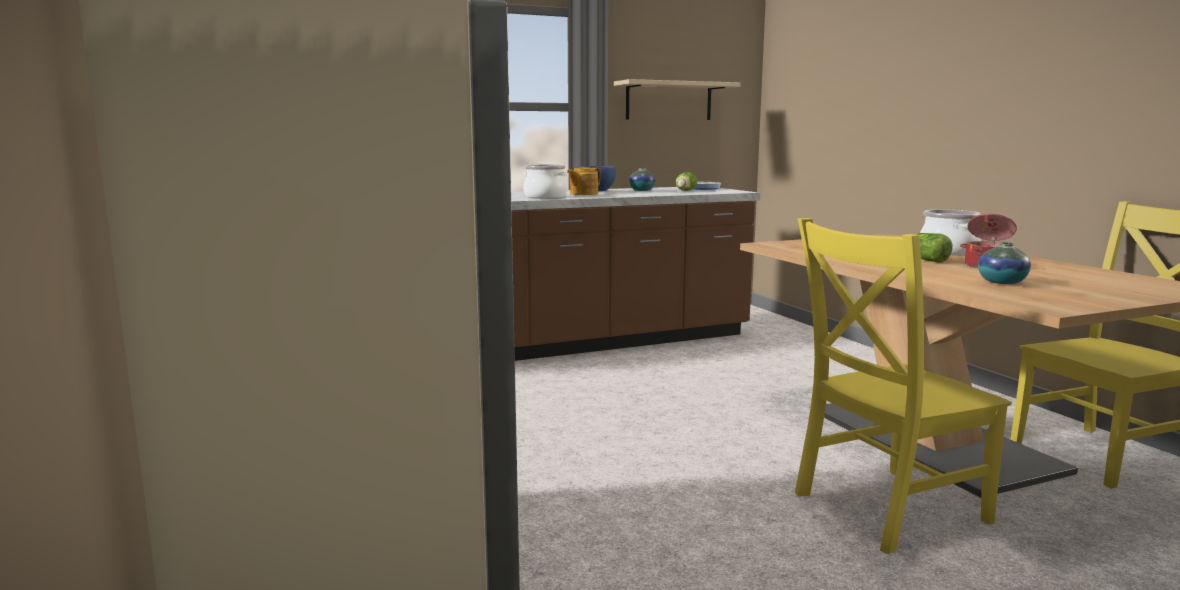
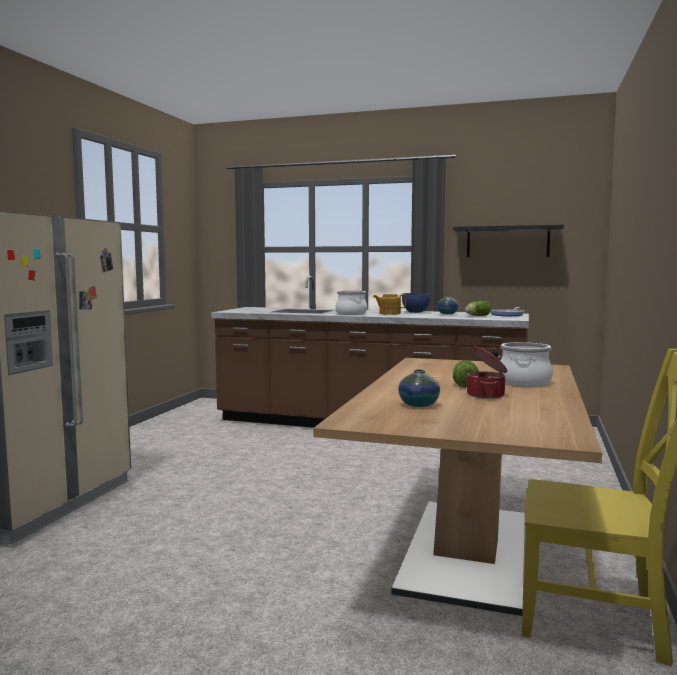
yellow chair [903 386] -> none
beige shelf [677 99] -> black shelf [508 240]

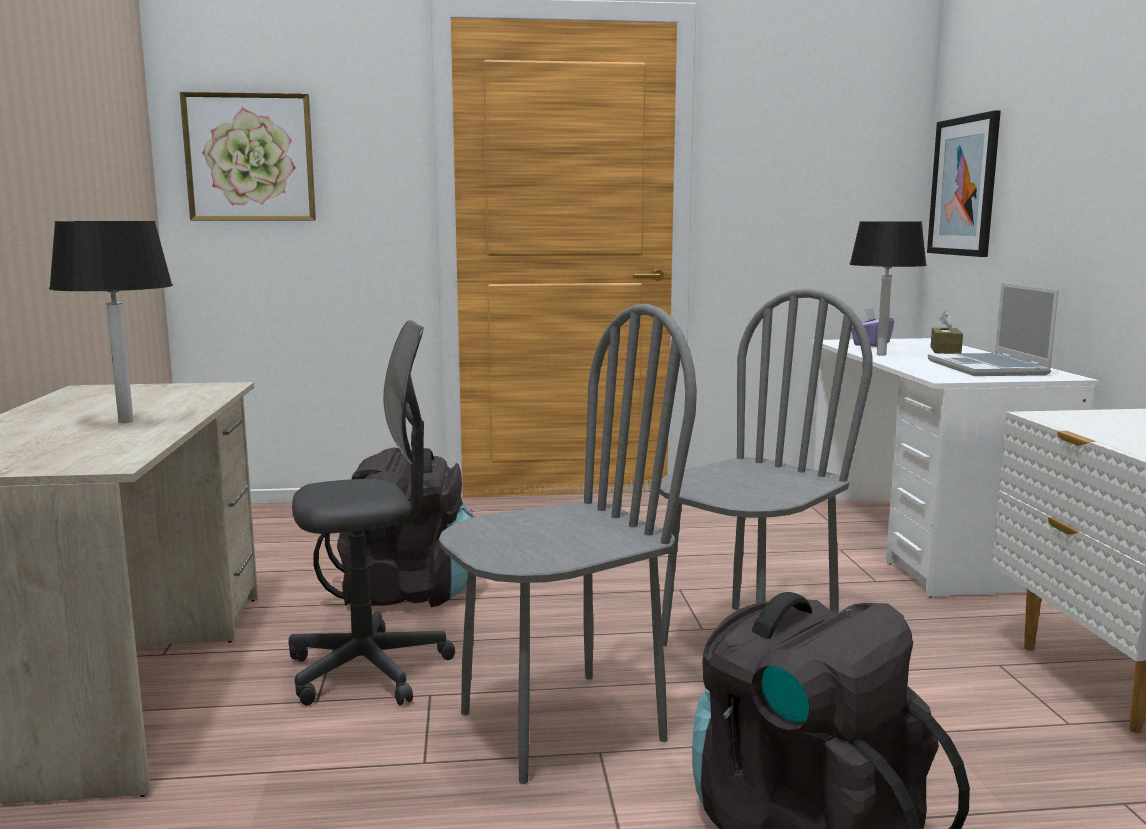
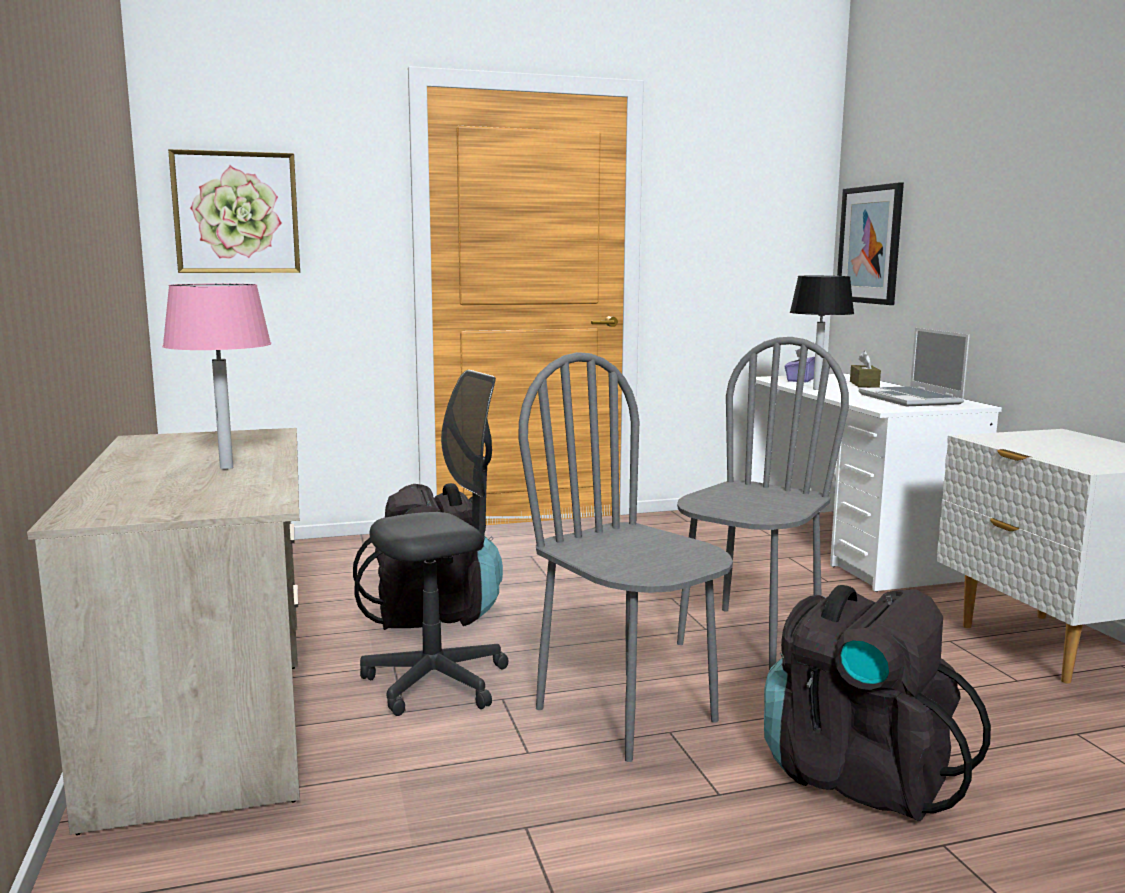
black table lamp [111 322] -> pink table lamp [216 376]
grey chair [568 544] -> grey chair [625 557], 90 degrees counterclockwise

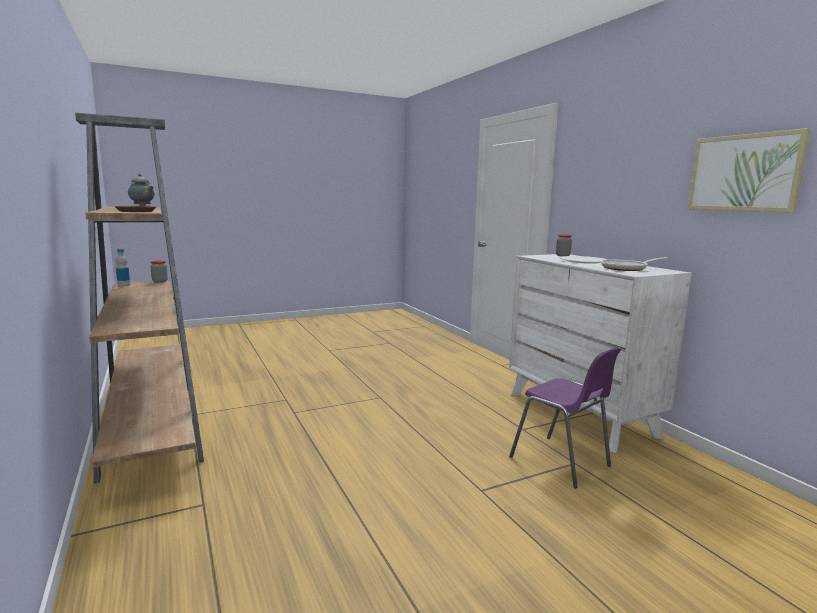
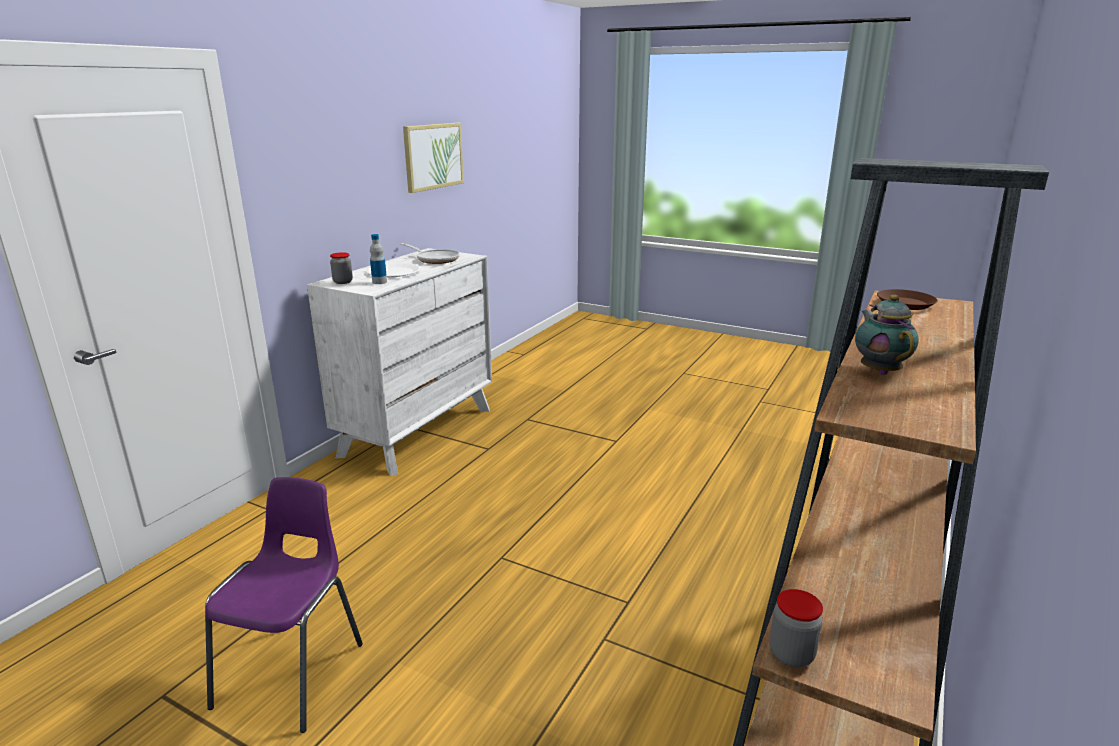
bottle [123 268] -> bottle [378 259], relocated
purple chair [565 417] -> purple chair [284 605], relocated

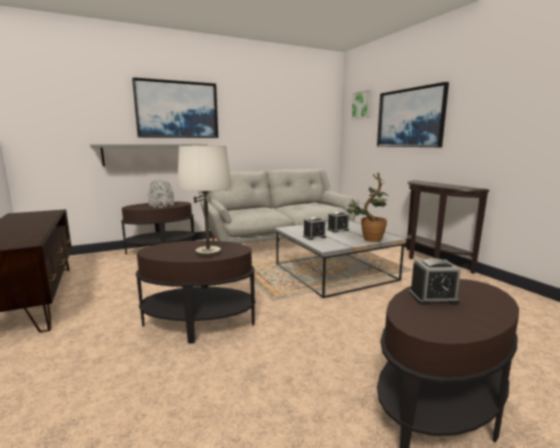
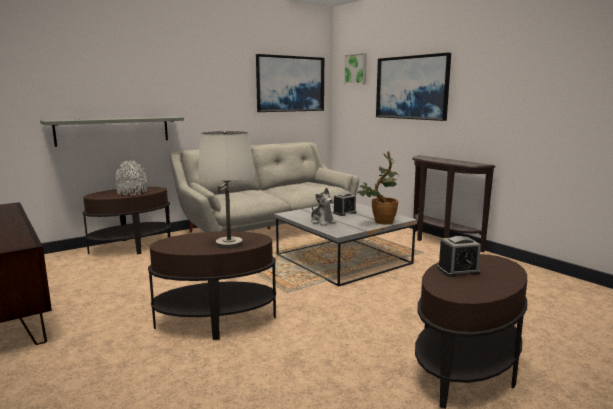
picture [175 107] -> picture [290 83], relocated
alarm clock [314 228] -> plush toy [323 207]

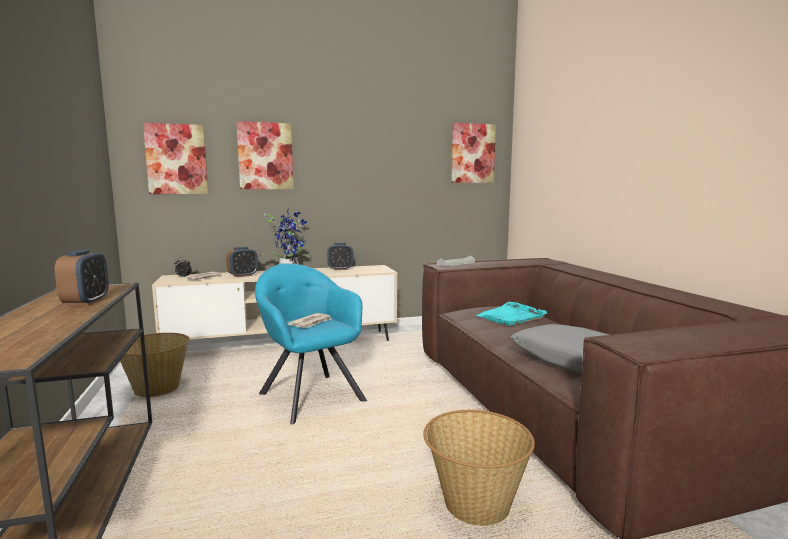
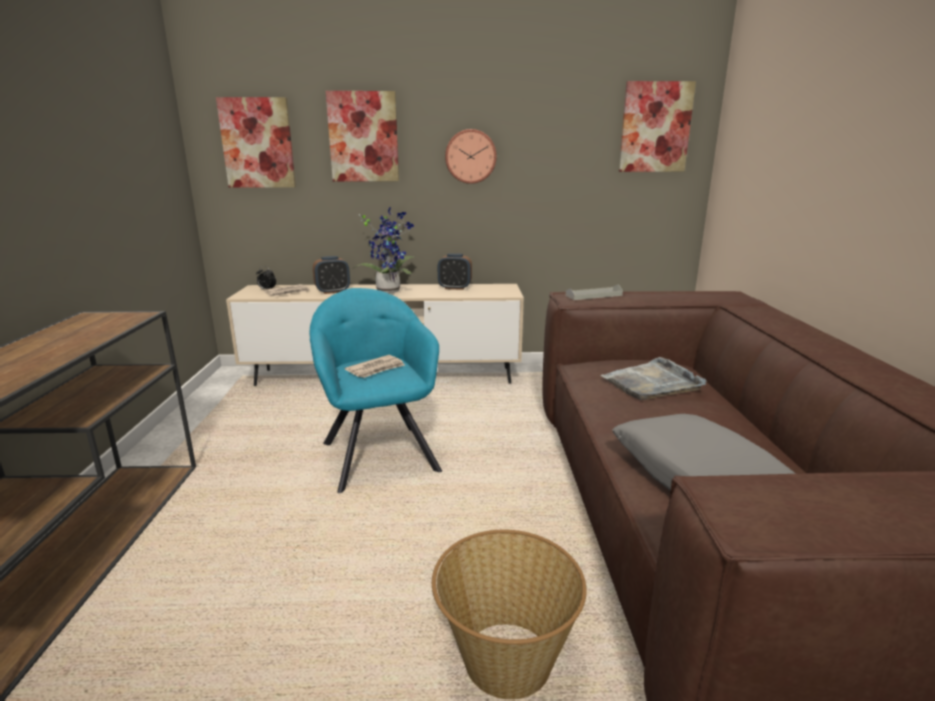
alarm clock [82 277] -> none
basket [155 365] -> none
none -> wall clock [471 156]
turquoise tray [511 314] -> grey tray [653 378]

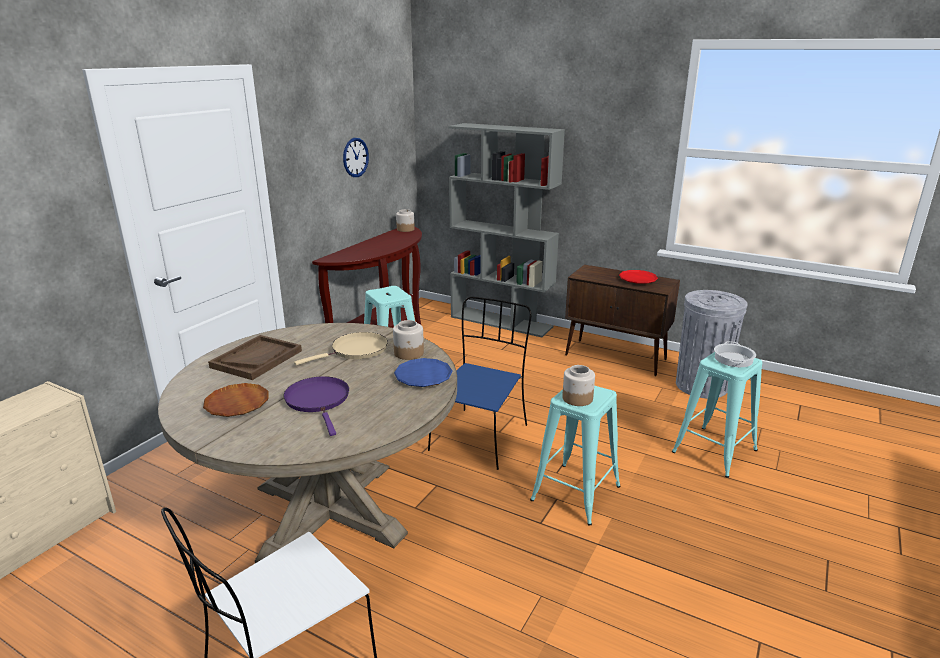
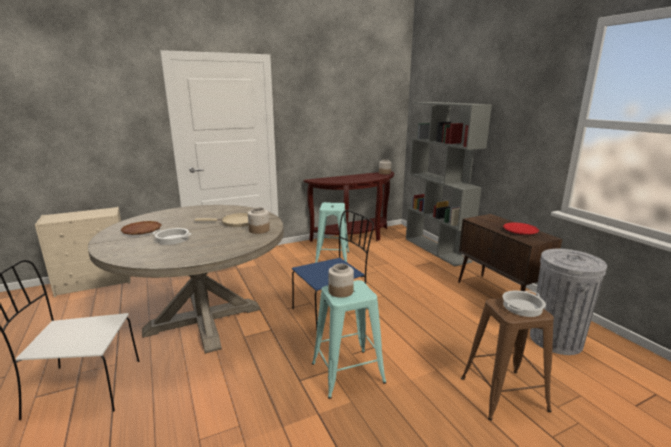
brown tray [255 357] -> none
wall clock [356 157] -> none
blue plate [423 372] -> none
purple frying pan [316 406] -> cooking pot [172 236]
turquoise stool [717 415] -> brown stool [507 359]

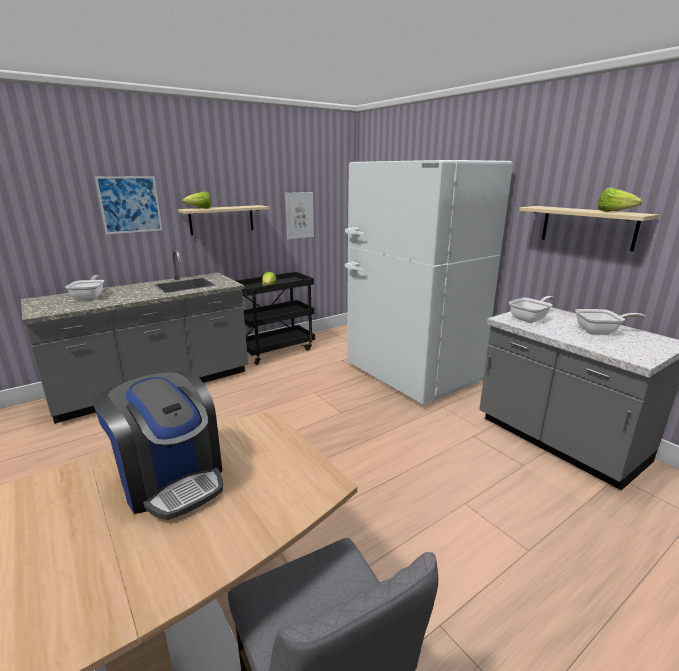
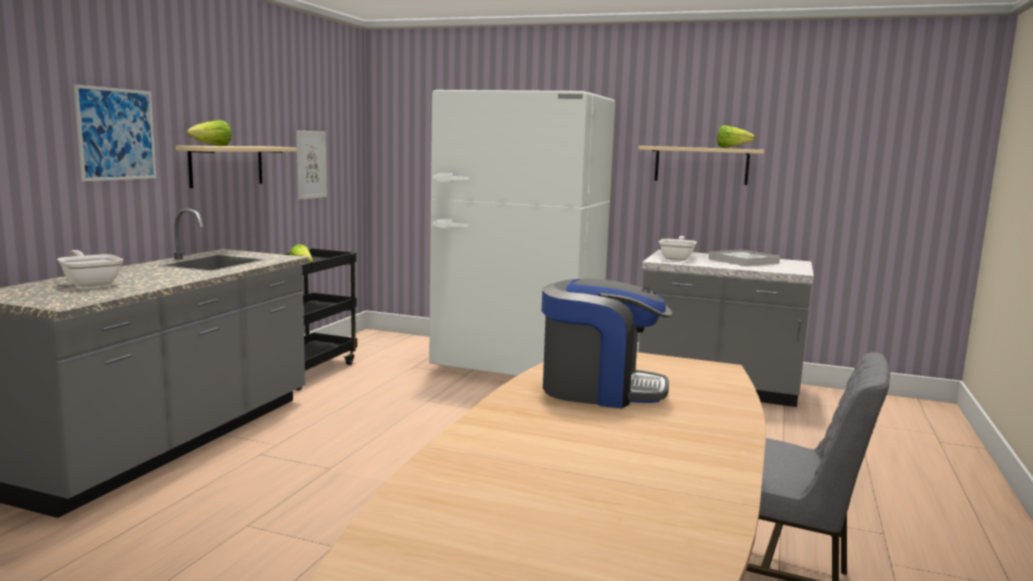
frying pan [610 322] -> white tray [744 257]

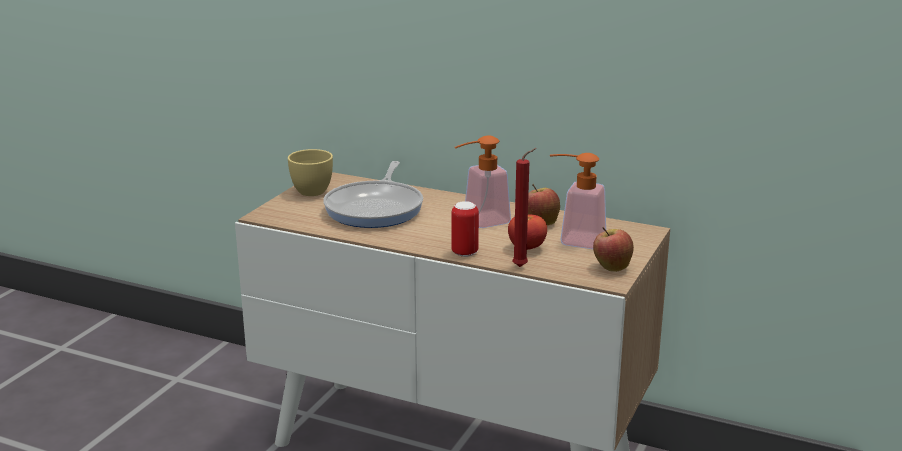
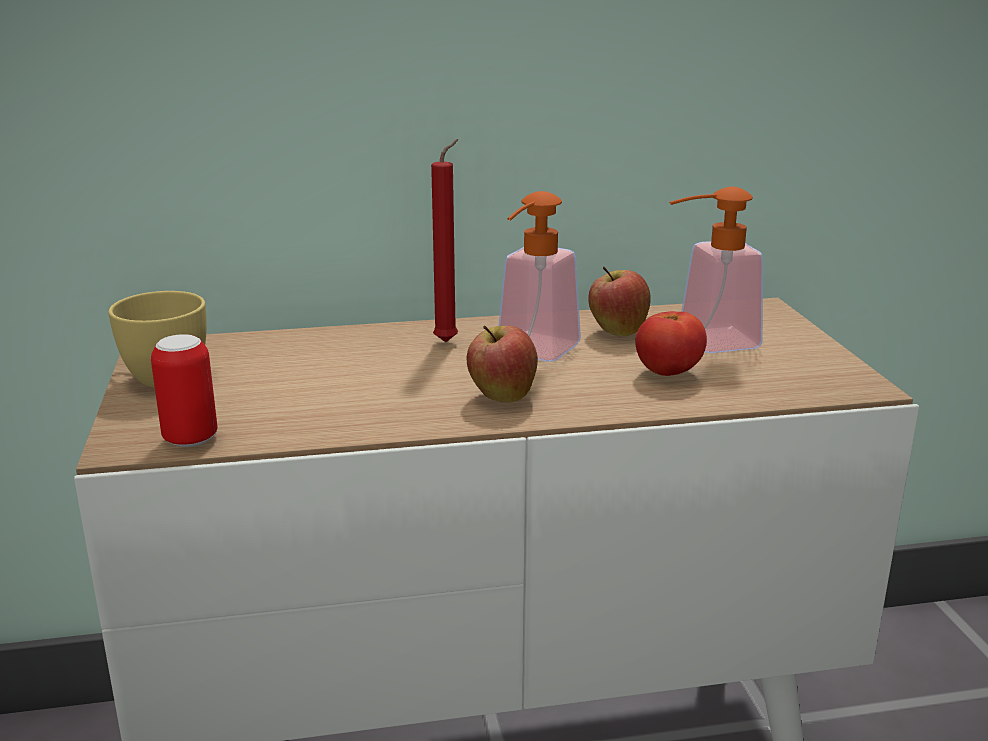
frying pan [373 194] -> none
can [465 229] -> can [184 390], relocated
red candle [524 207] -> red candle [444 240], relocated
apple [613 249] -> apple [502 364], relocated

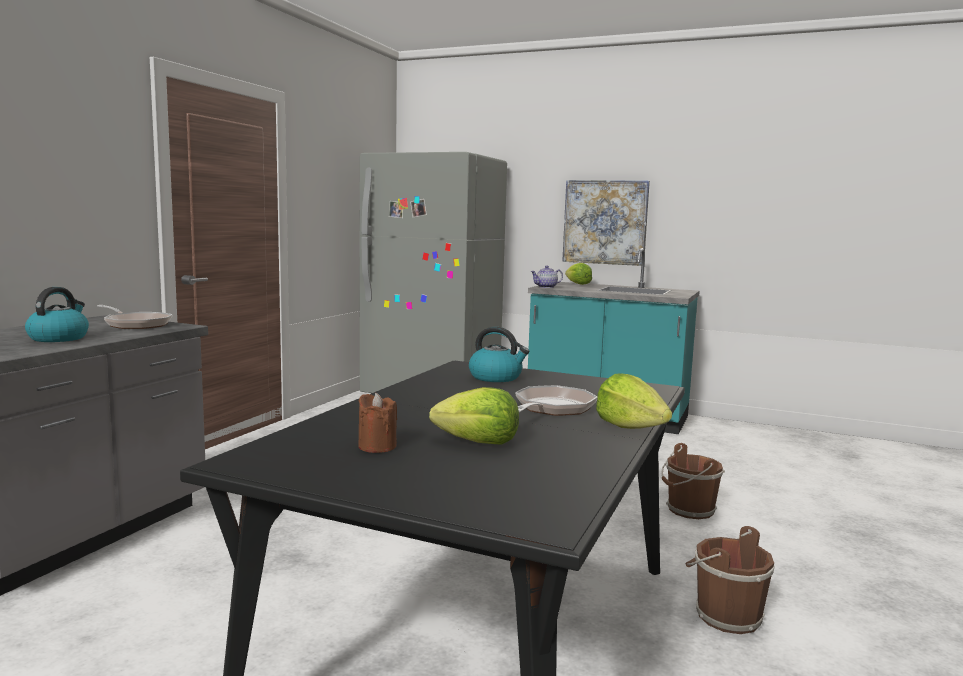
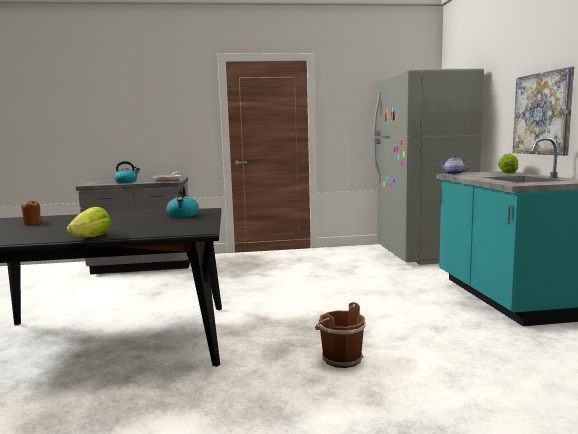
lettuce [474 416] -> none
frying pan [556 400] -> none
brown bucket [730 580] -> none

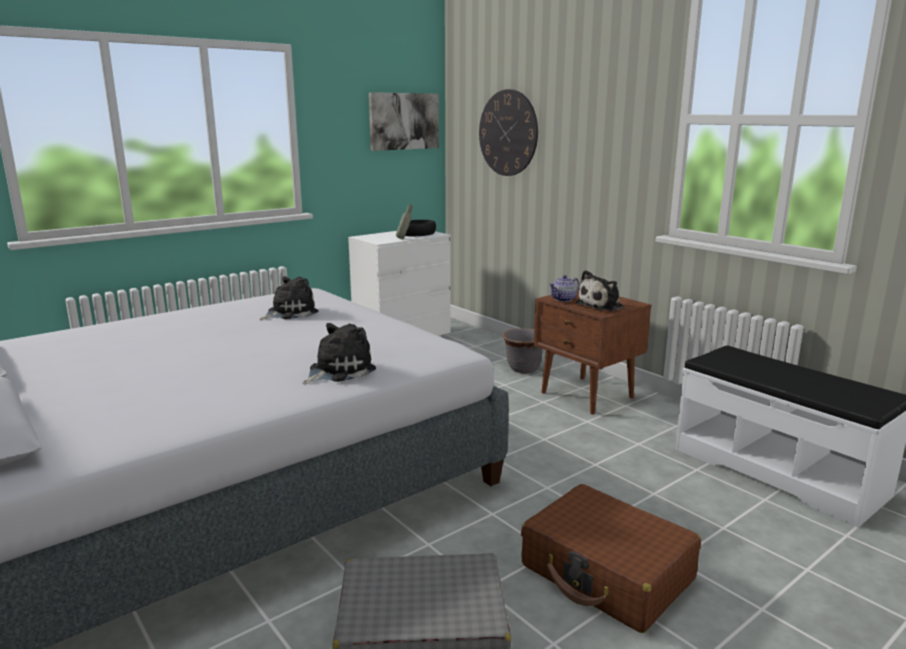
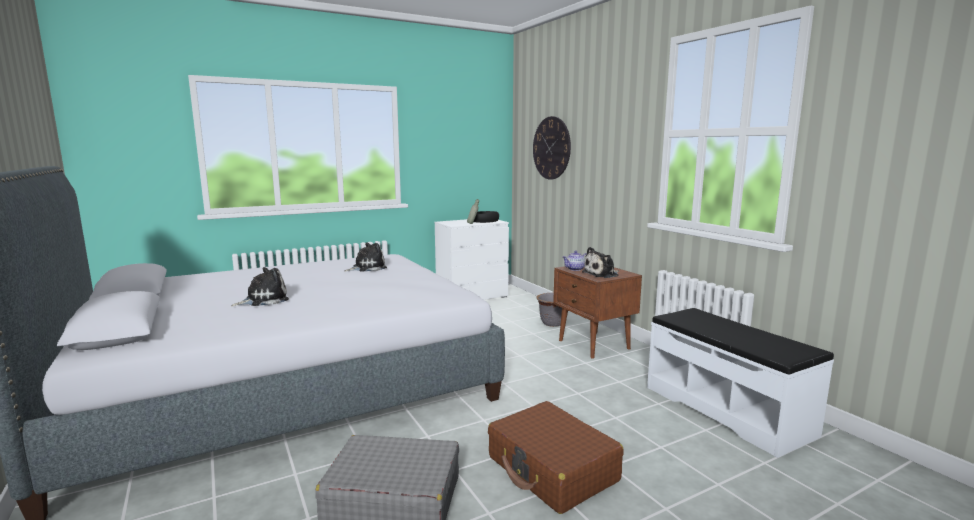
picture [404 121] -> none
plush toy [339 354] -> plush toy [260 287], relocated

